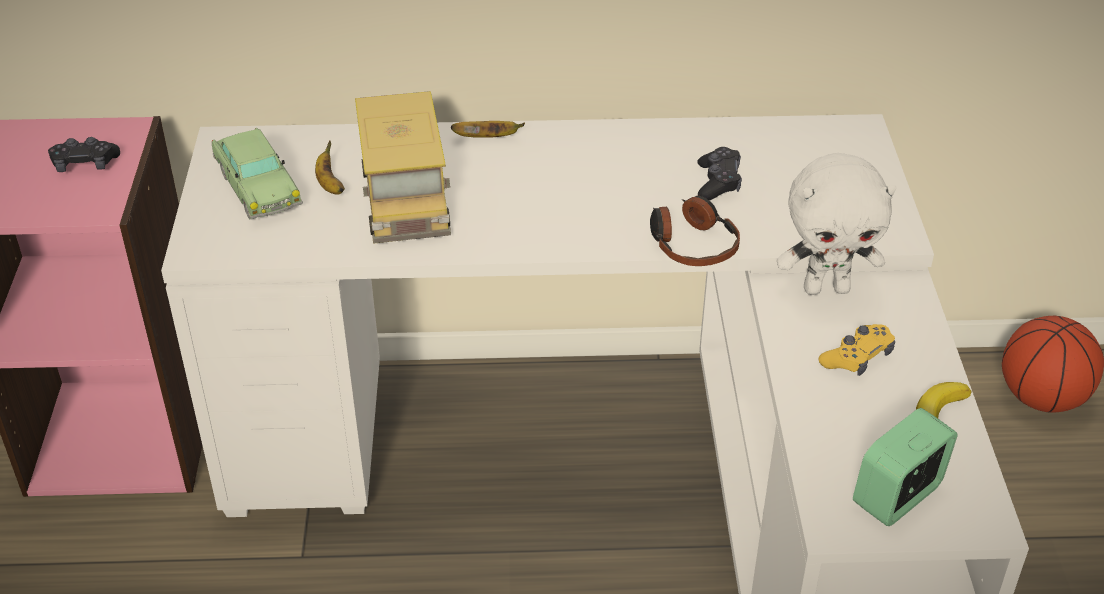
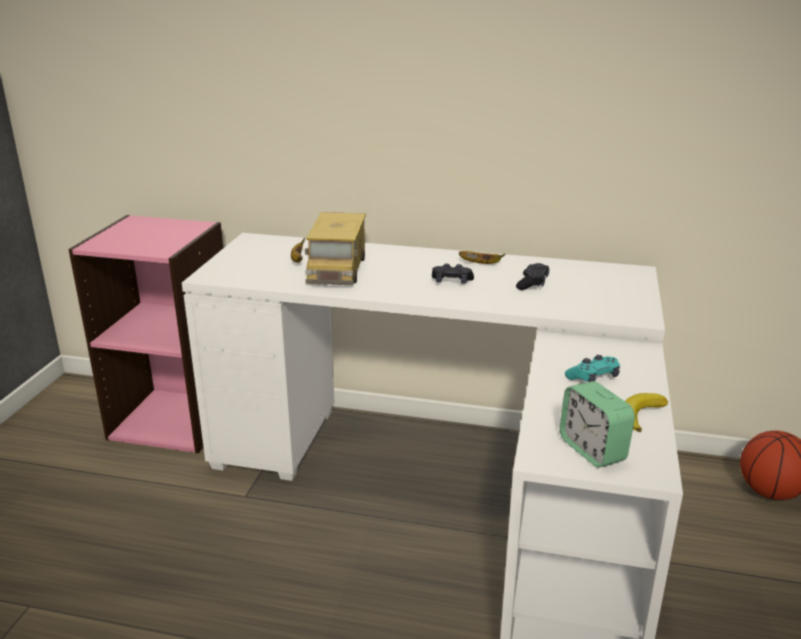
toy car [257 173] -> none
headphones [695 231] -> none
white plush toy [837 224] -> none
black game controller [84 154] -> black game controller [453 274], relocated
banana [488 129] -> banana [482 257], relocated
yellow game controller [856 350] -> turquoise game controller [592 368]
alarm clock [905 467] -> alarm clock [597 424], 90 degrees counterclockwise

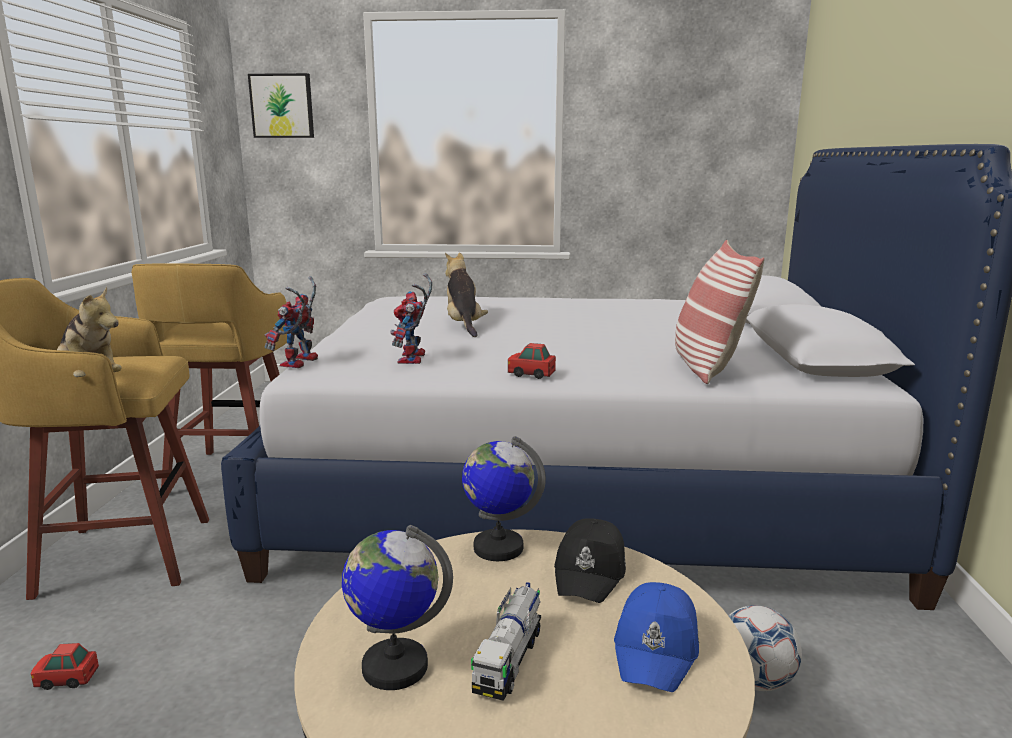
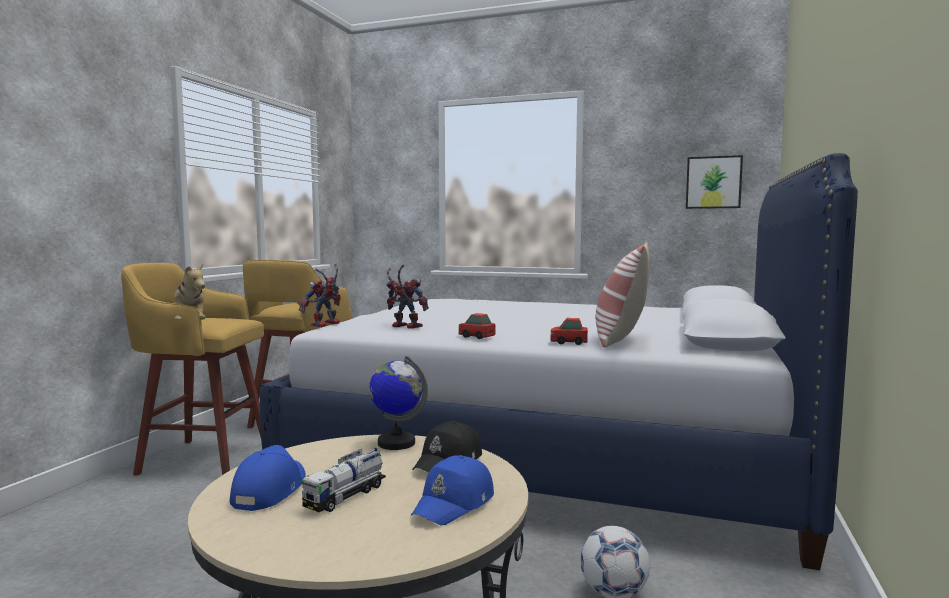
plush toy [466 295] -> none
toy car [65 666] -> toy car [569 331], relocated
picture [281 105] -> picture [714 182], relocated
globe [397 607] -> blue cap [268 478]
toy robot [411 318] -> toy robot [407 296], 105 degrees clockwise

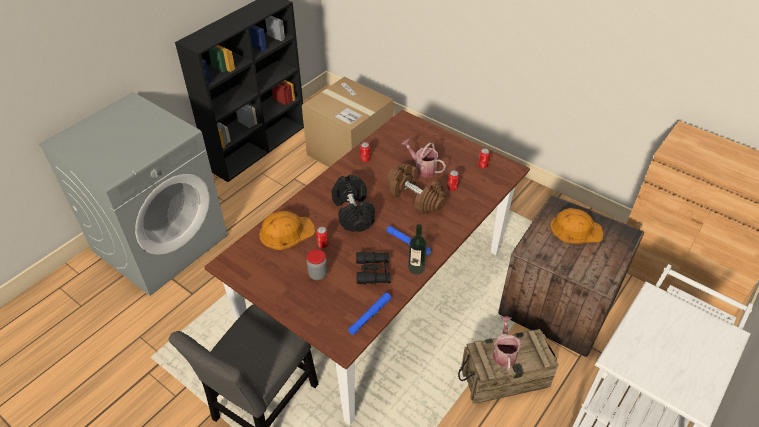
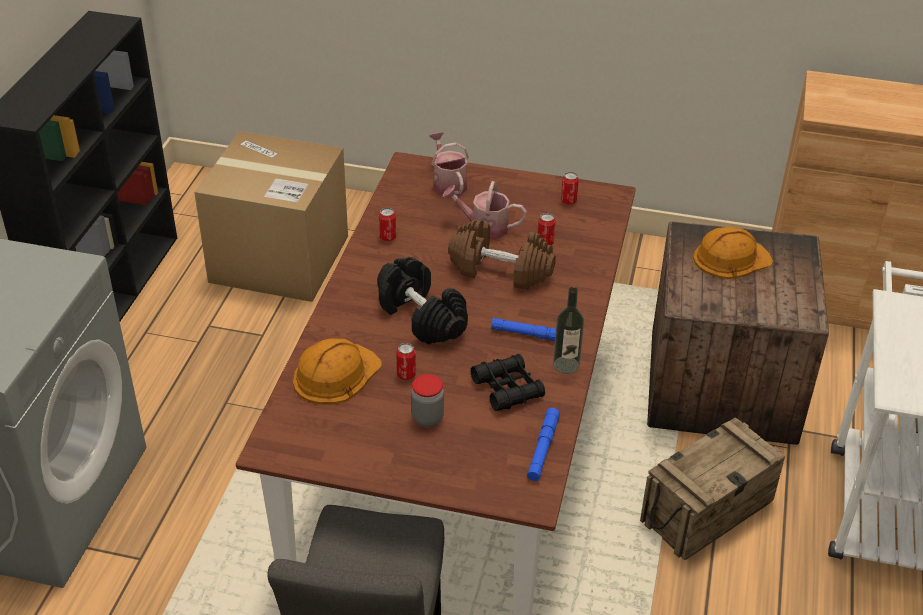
watering can [507 343] -> watering can [449 164], relocated

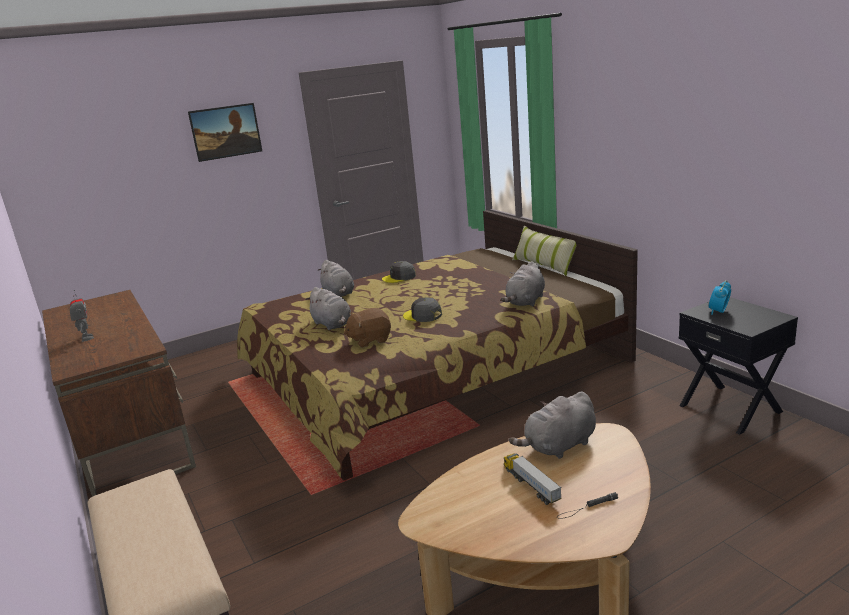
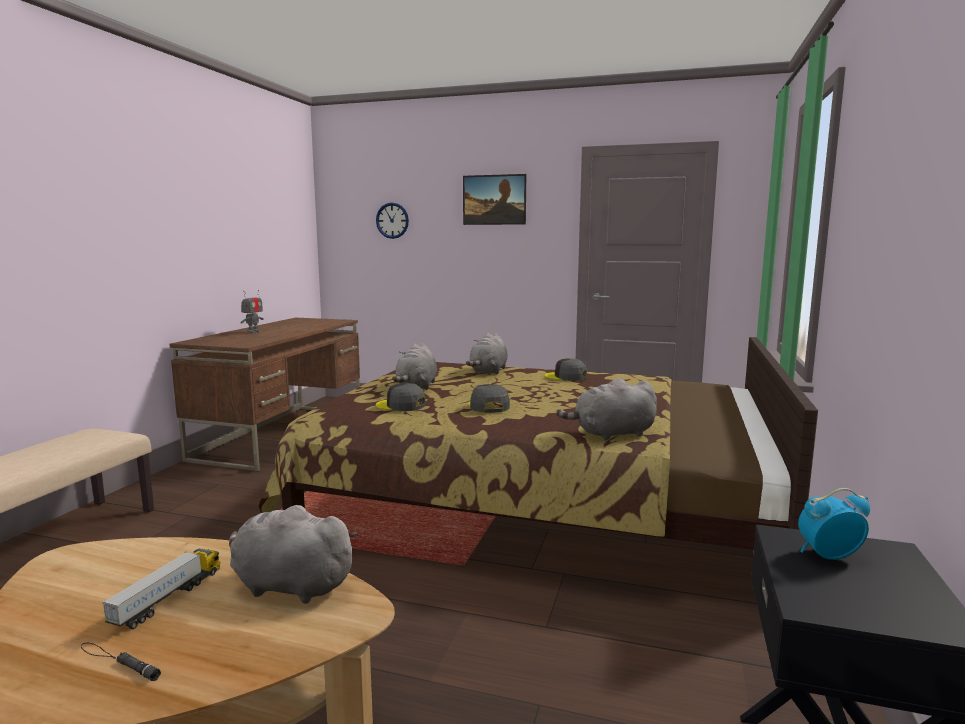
pillow [544 250] -> none
none -> wall clock [392 221]
brown plush toy [367 328] -> grey cap [401 397]

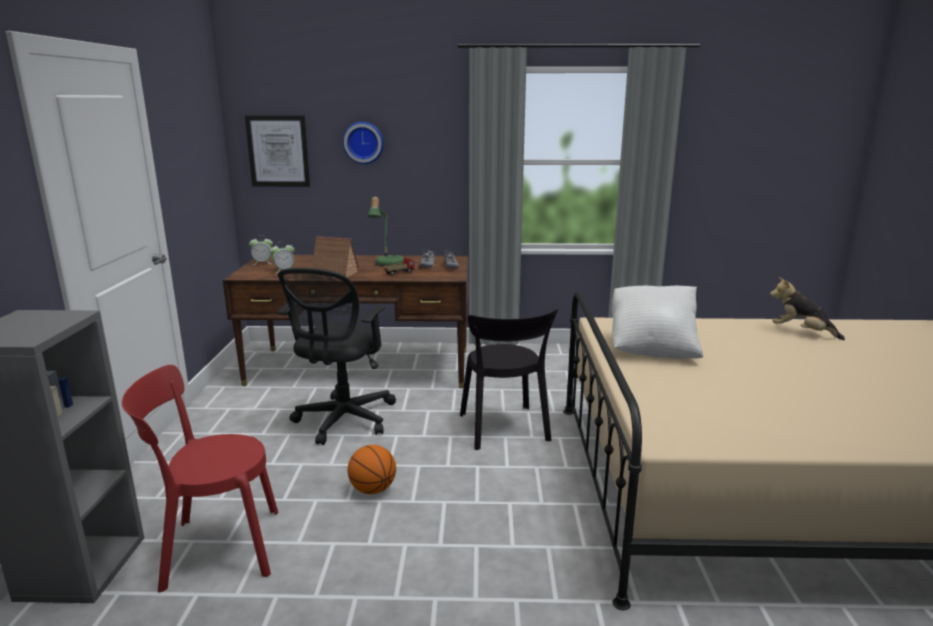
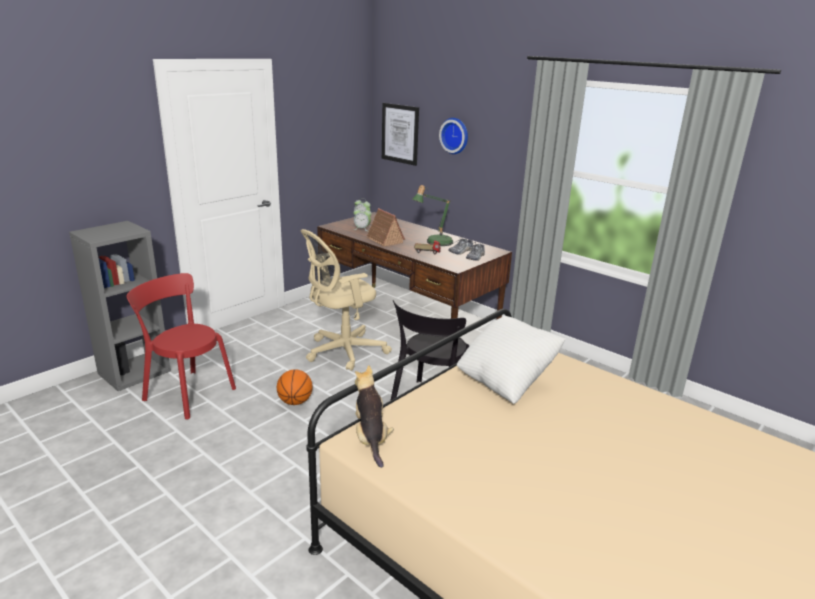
plush toy [807 308] -> plush toy [374 416], relocated
black office chair [337 356] -> beige office chair [346 300]

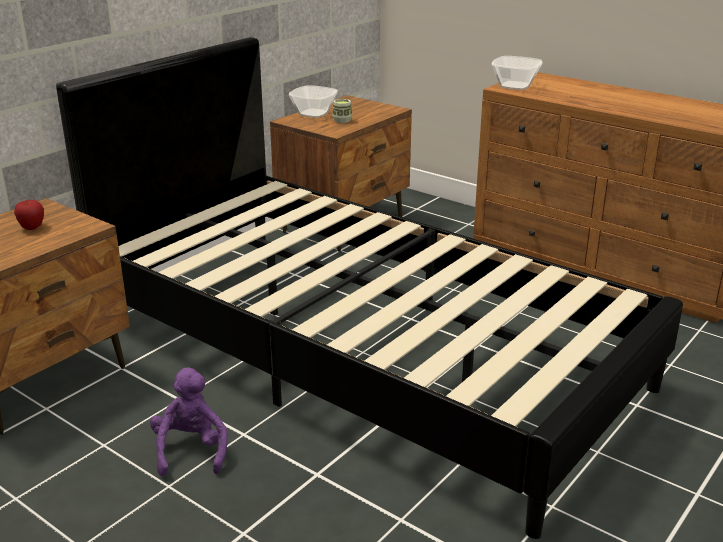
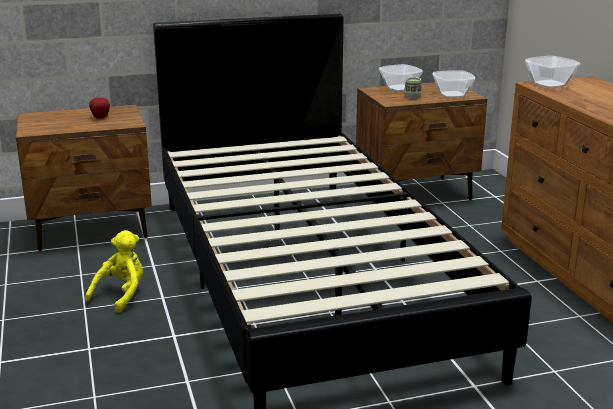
none -> bowl [453 84]
purple plush toy [189 421] -> yellow plush toy [114 271]

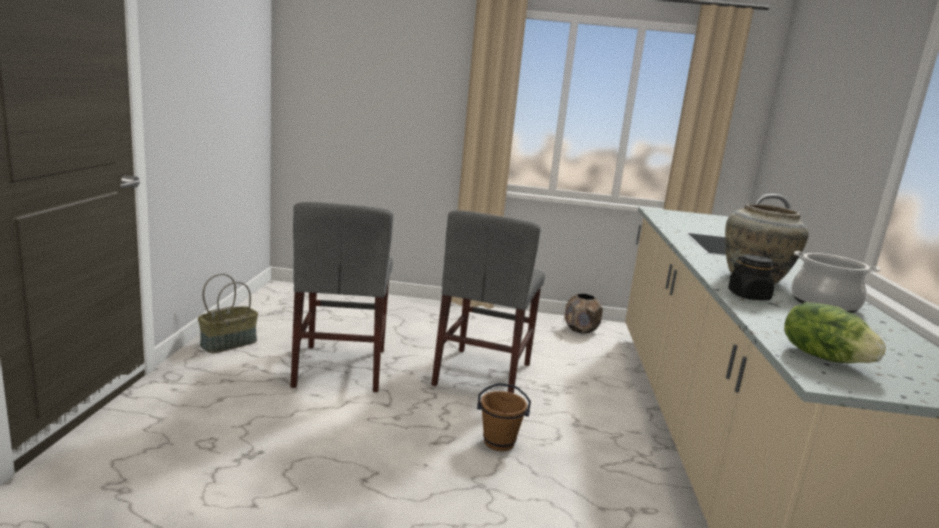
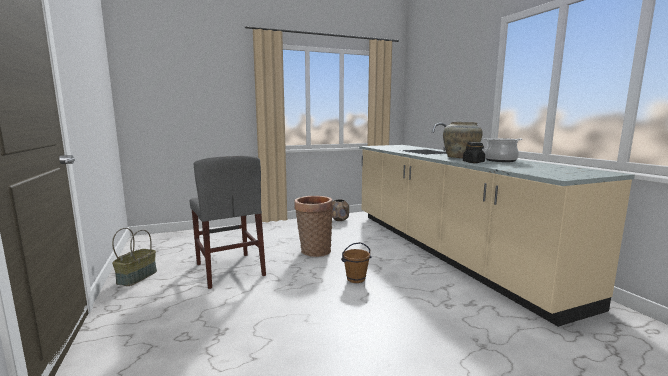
lettuce [835 332] -> none
grey chair [488 301] -> basket [313 226]

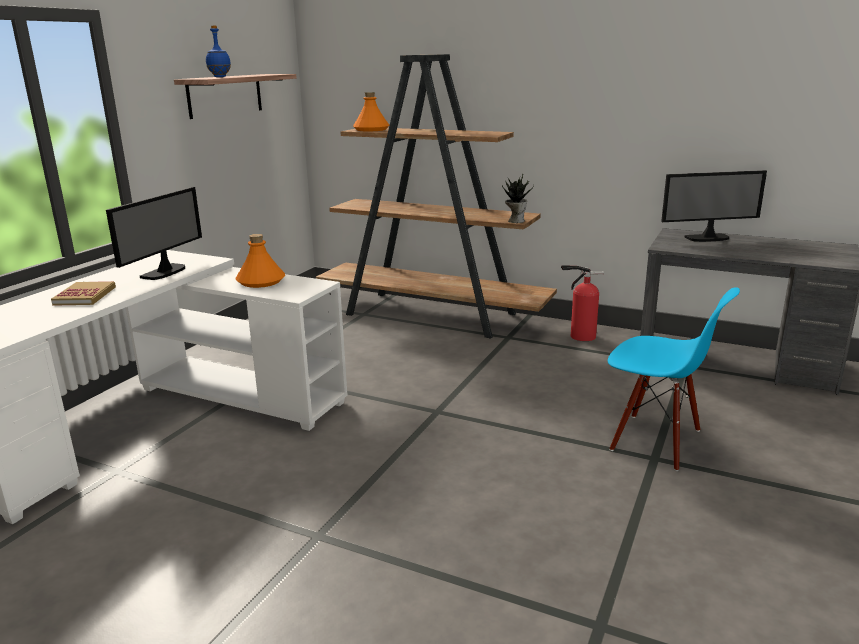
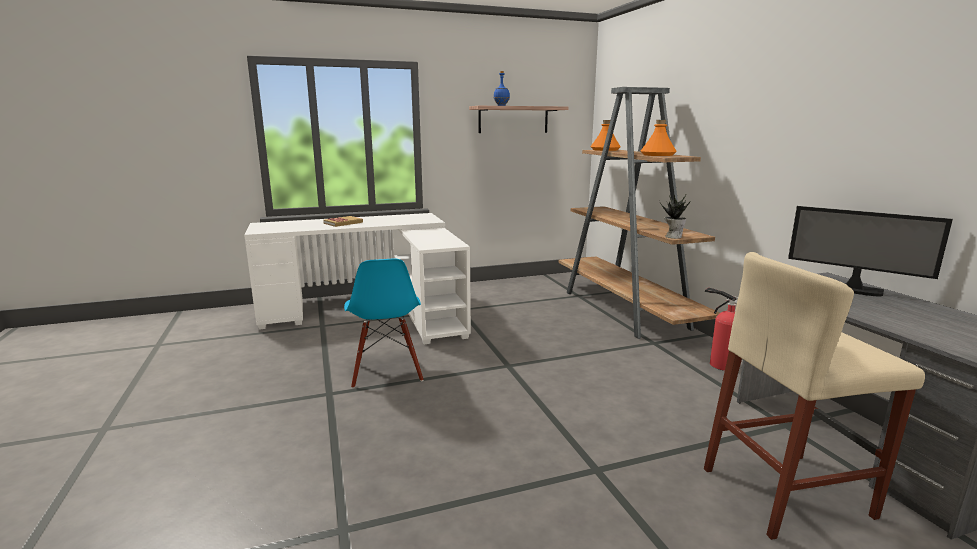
monitor [154 233] -> none
none -> beige stool [814 396]
orange bottle [260 261] -> orange bottle [659 138], relocated
blue chair [674 379] -> blue chair [384 323], relocated

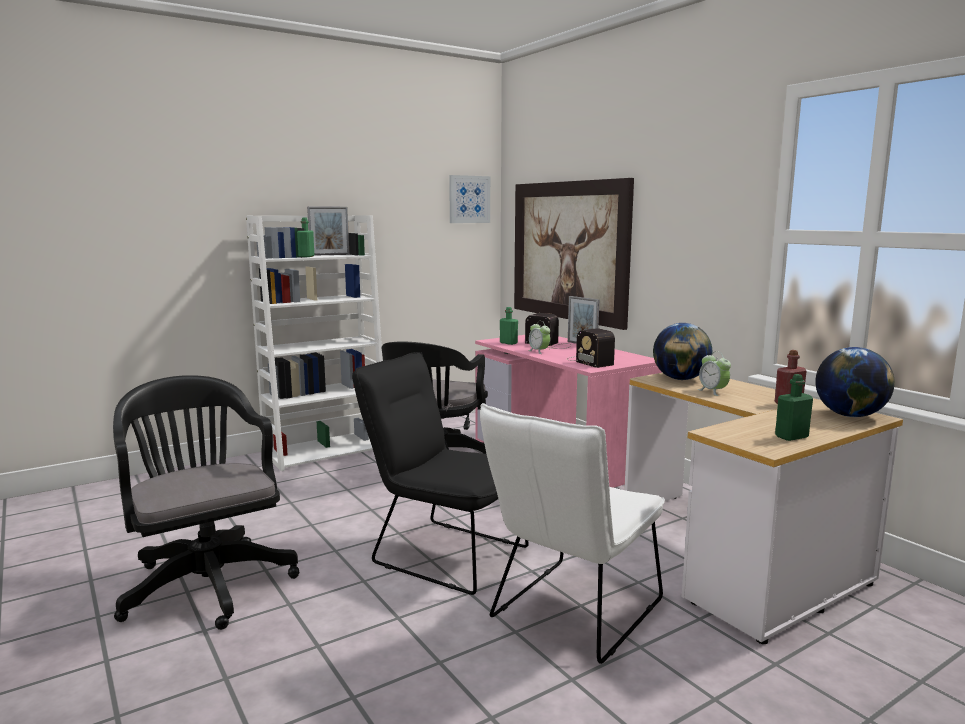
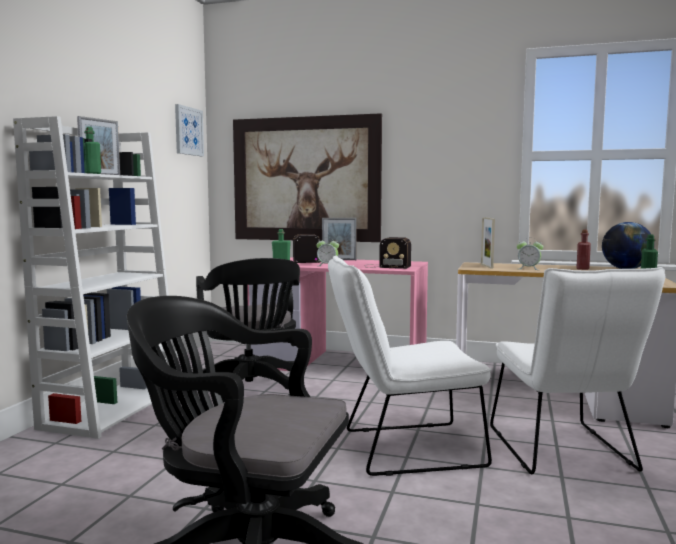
globe [682 351] -> picture frame [488 243]
black chair [440 473] -> white chair [410 366]

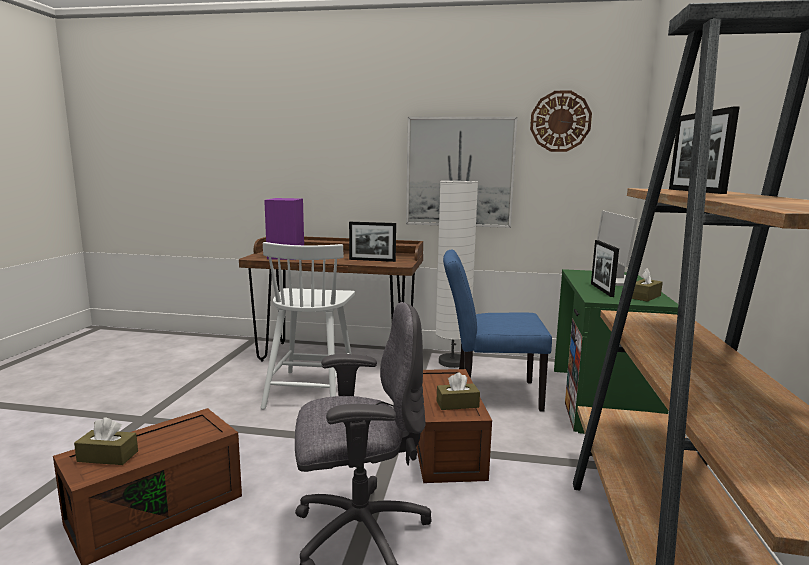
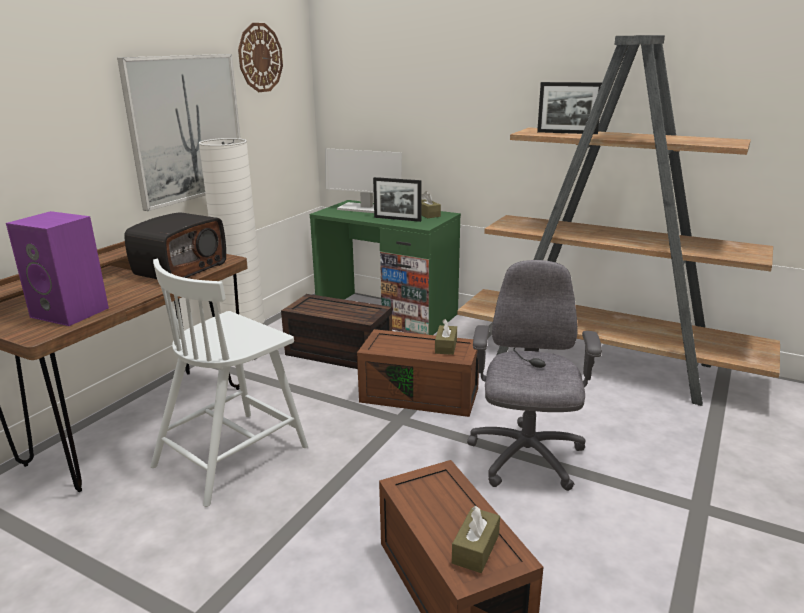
picture frame [372 242] -> radio [175 245]
blue chair [497 331] -> brown storage box [336 331]
white chair [308 325] -> white chair [229 383], 105 degrees clockwise

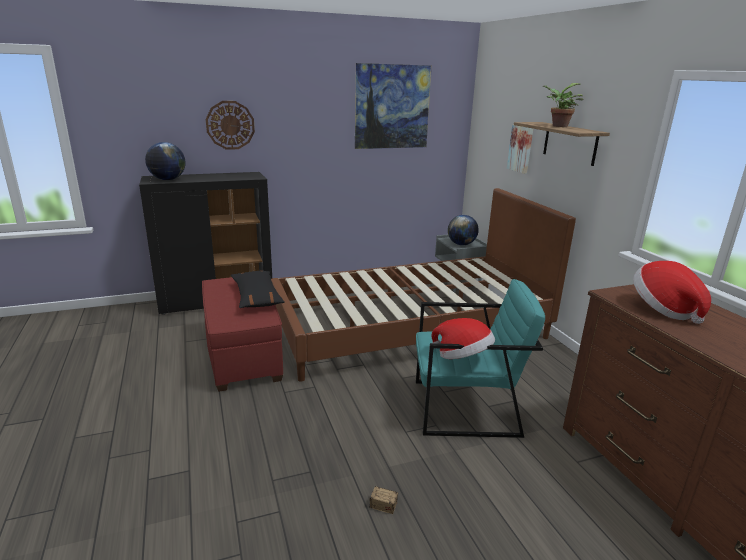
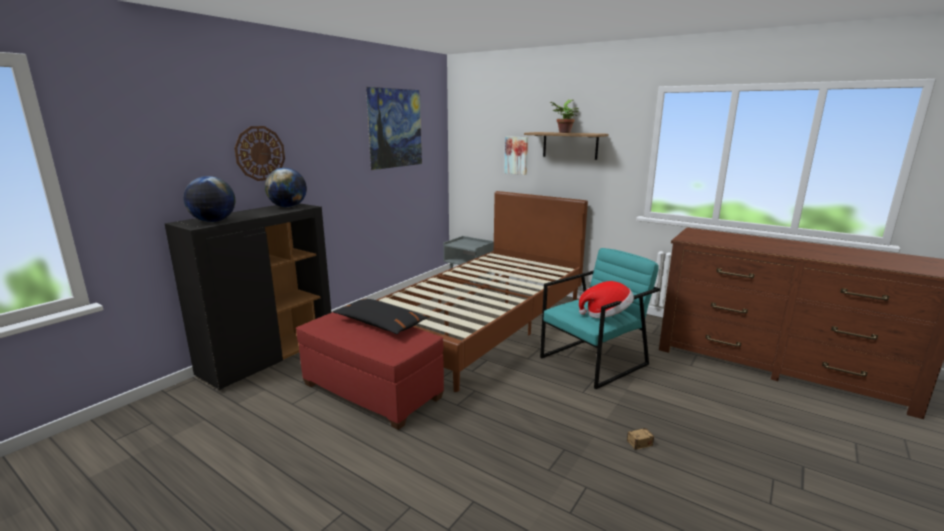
hat [672 292] -> none
globe [463 230] -> globe [286 188], relocated

